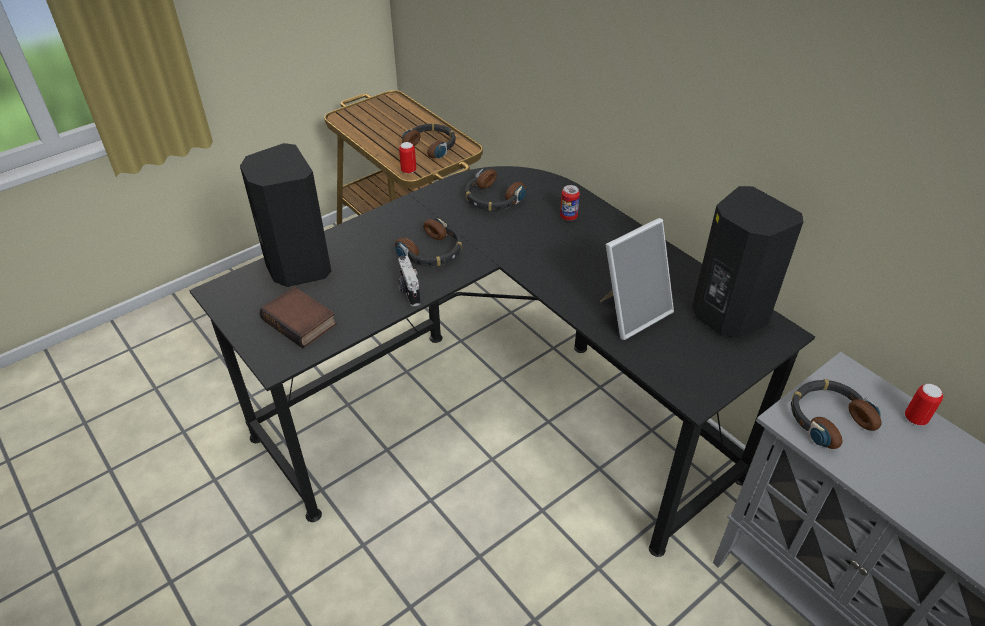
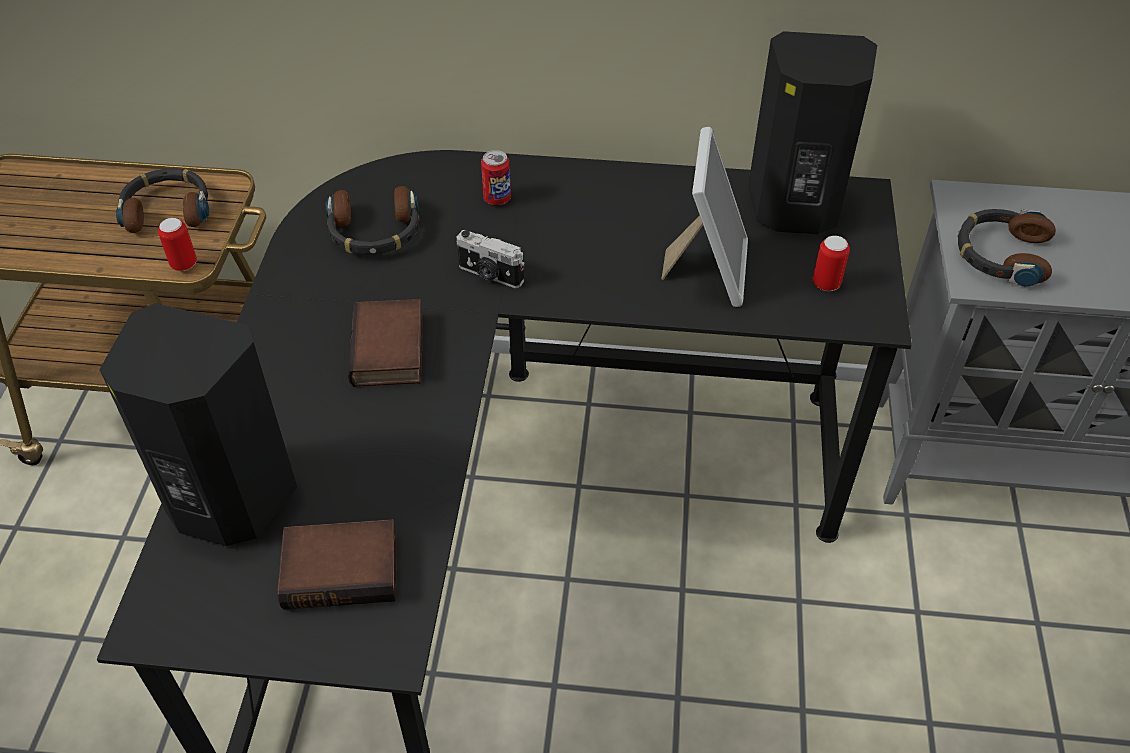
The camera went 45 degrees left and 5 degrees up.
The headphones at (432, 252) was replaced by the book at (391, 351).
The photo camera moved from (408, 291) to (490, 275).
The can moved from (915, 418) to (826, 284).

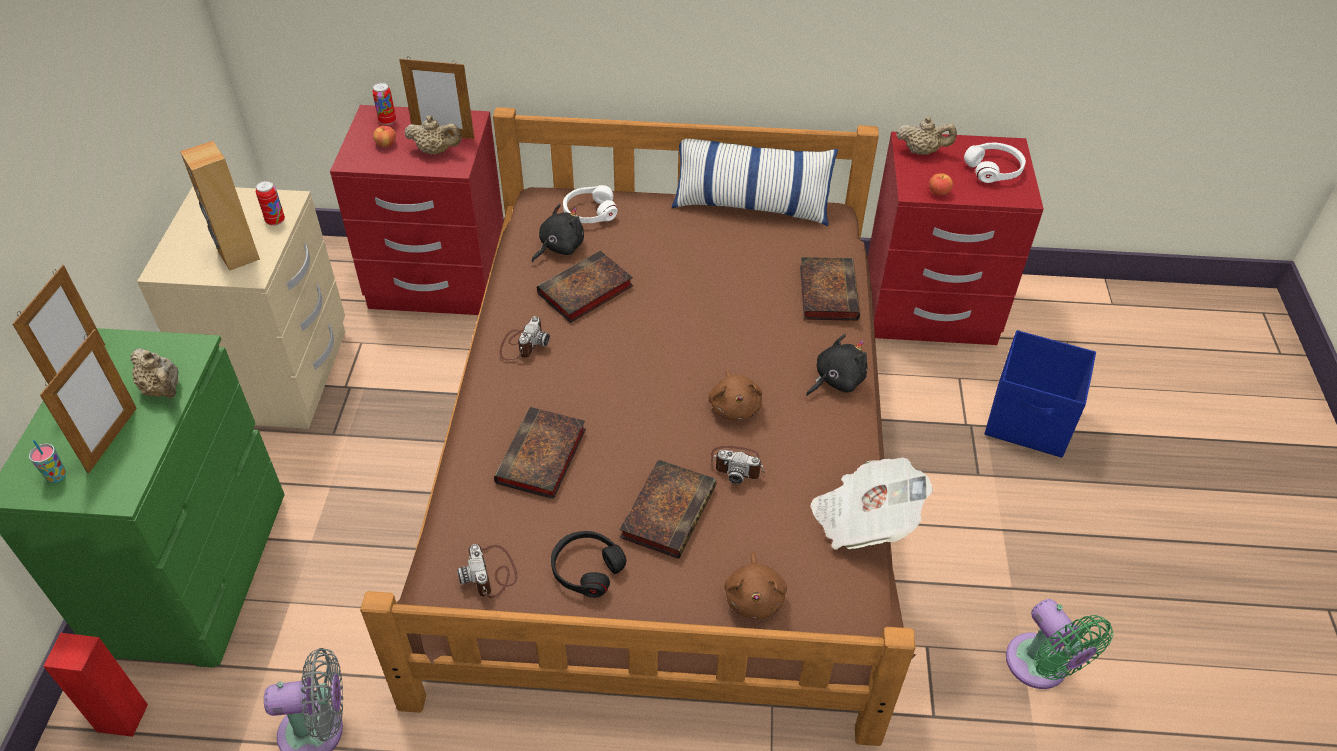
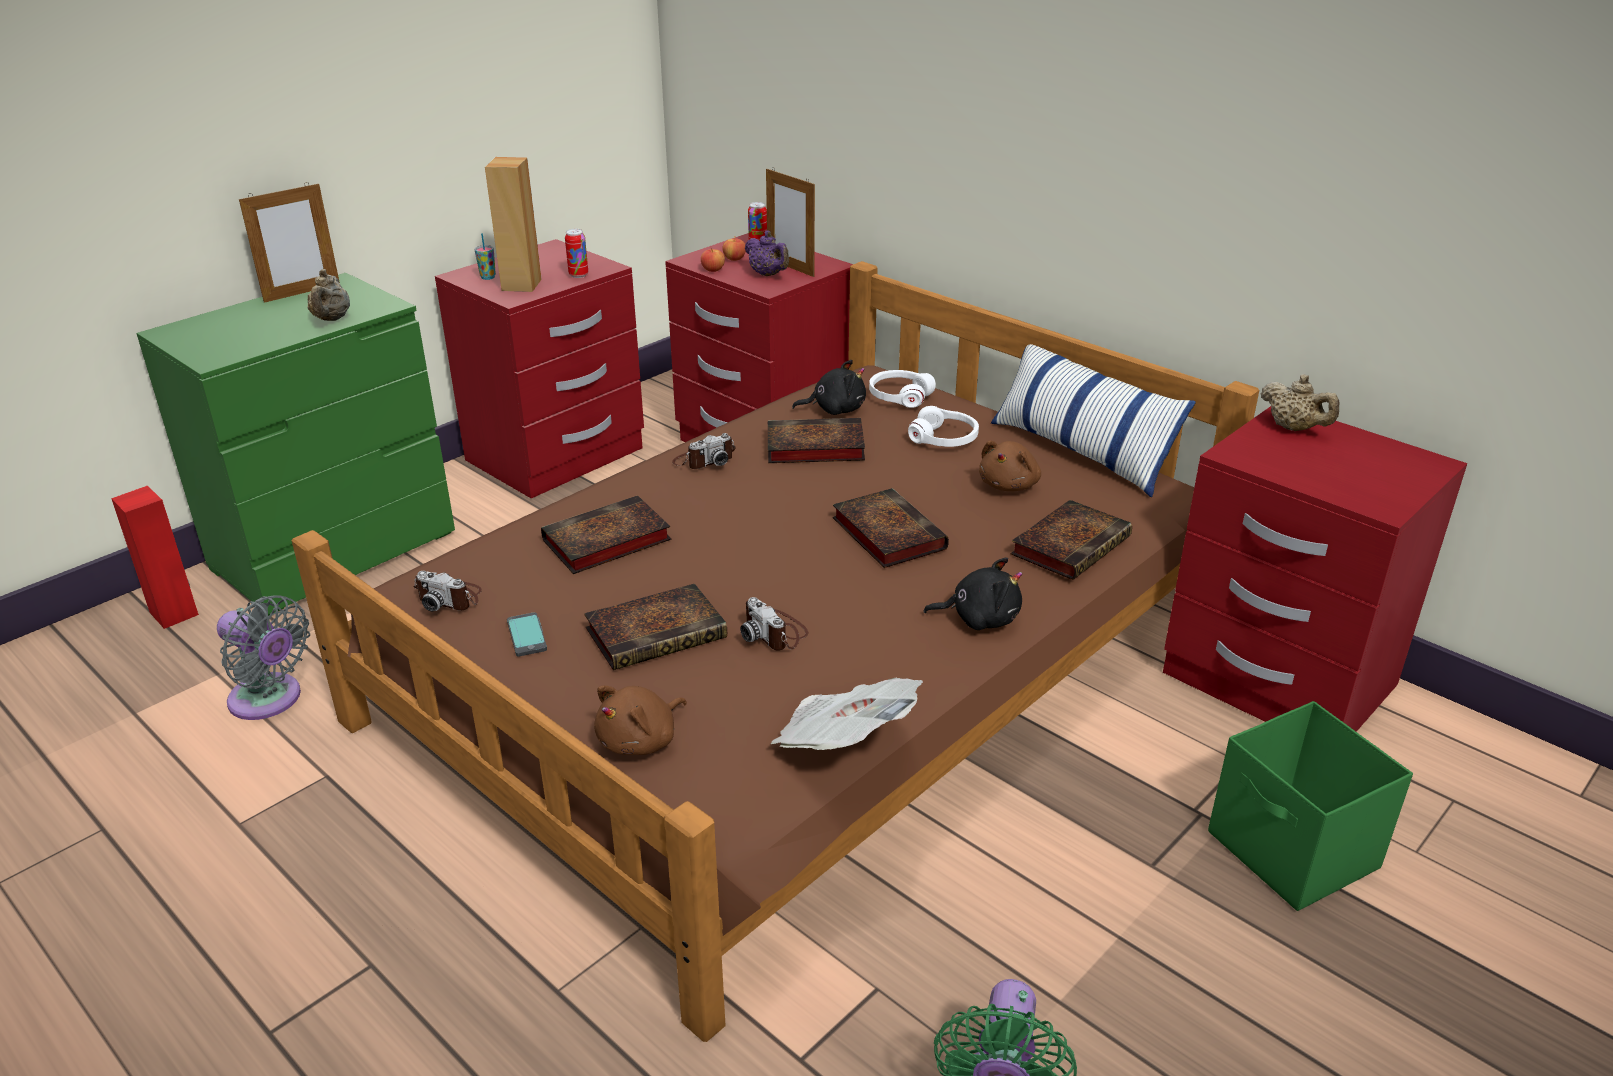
The camera went 40 degrees right and 15 degrees down.
The cup moved from (57, 476) to (488, 277).
The picture frame at (112, 439) disappeared.
The beige nightstand at (280, 376) became the red nightstand at (557, 456).
The beige teapot at (436, 151) became the purple teapot at (768, 274).
The photo camera at (491, 573) turned 90 degrees counterclockwise.
The black headphones at (586, 569) was replaced by the phone at (527, 635).
The brown plush toy moved from (734, 406) to (1010, 485).
The apple moved from (938, 192) to (713, 270).
The white headphones moved from (994, 169) to (944, 438).
The blue storage box at (1030, 422) became the green storage box at (1293, 852).
The book at (886, 533) appeared.

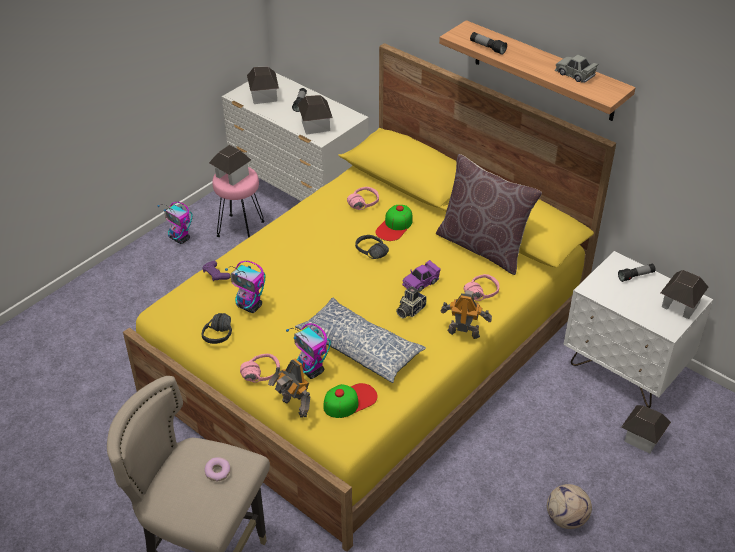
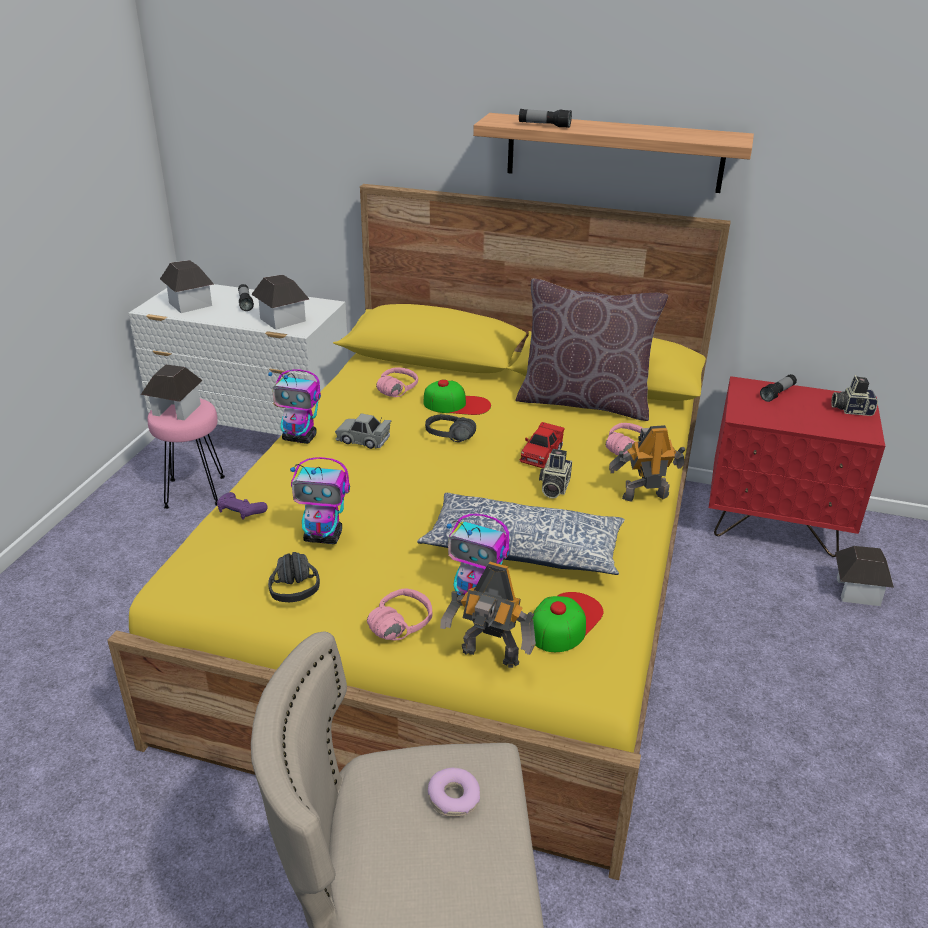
The camera went 25 degrees left and 10 degrees down.
The toy robot moved from (180, 239) to (300, 438).
The cap at (394, 226) turned 90 degrees counterclockwise.
The purple toy car at (421, 282) became the red toy car at (541, 454).
The football at (566, 519) disappeared.
The grey toy car moved from (575, 74) to (363, 440).
The white nightstand at (625, 369) became the red nightstand at (775, 525).
The toy house at (680, 305) was replaced by the photo camera at (851, 409).

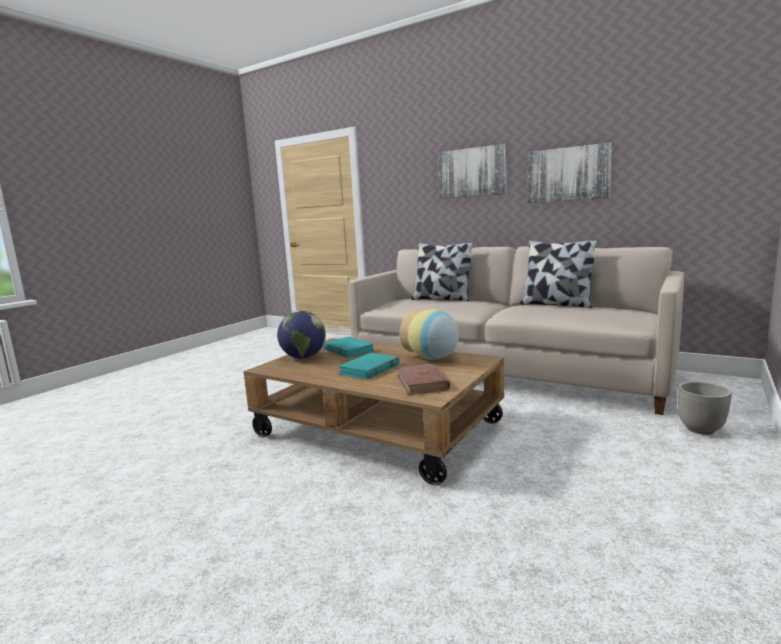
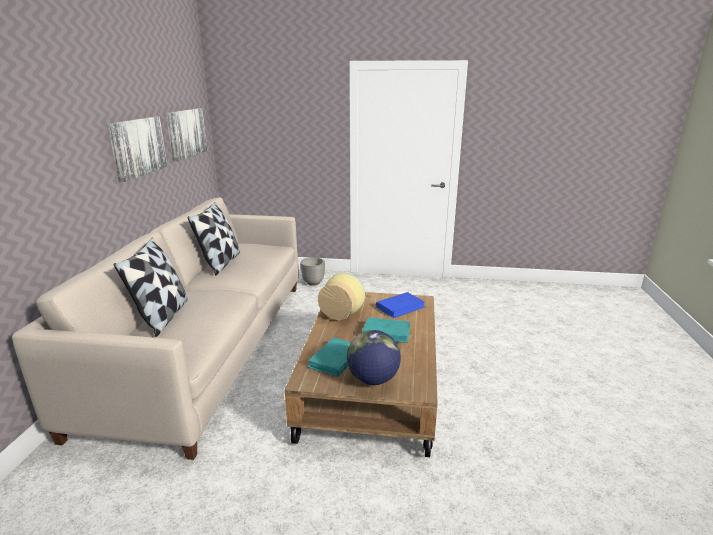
The camera went 115 degrees left and 10 degrees up.
The brown book at (422, 382) became the blue book at (400, 307).
The picture moved from (472, 172) to (186, 133).

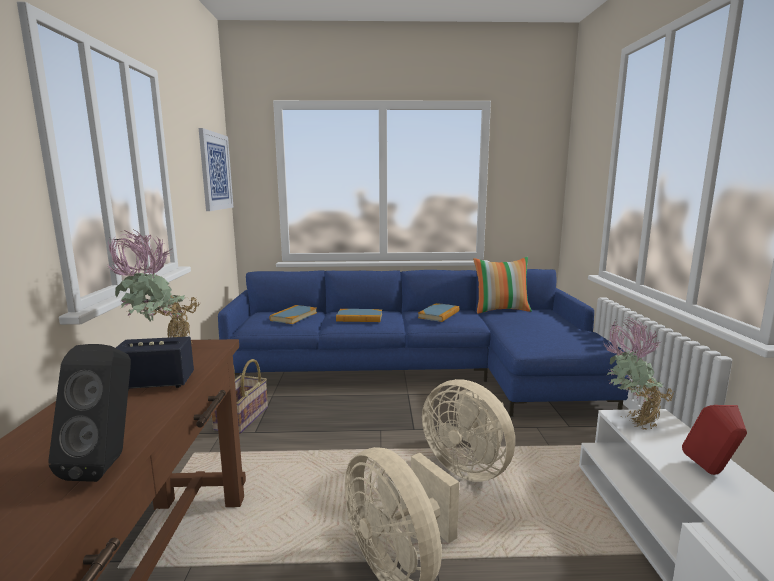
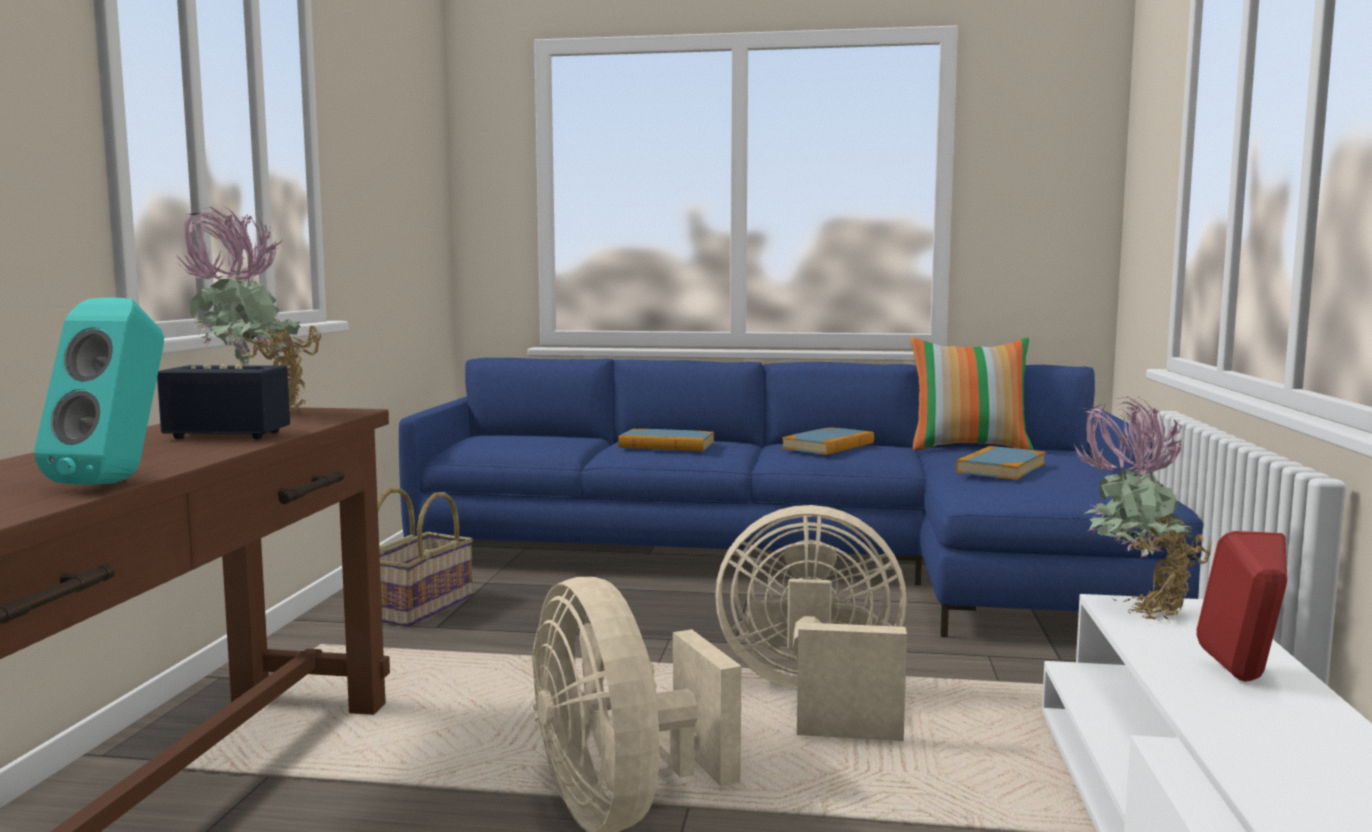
The camera went 10 degrees right and 5 degrees down.
The black speaker at (107, 463) became the turquoise speaker at (117, 481).
The picture at (215, 171) disappeared.
The book moved from (293, 316) to (1000, 468).
The beige fan at (468, 467) turned 135 degrees clockwise.

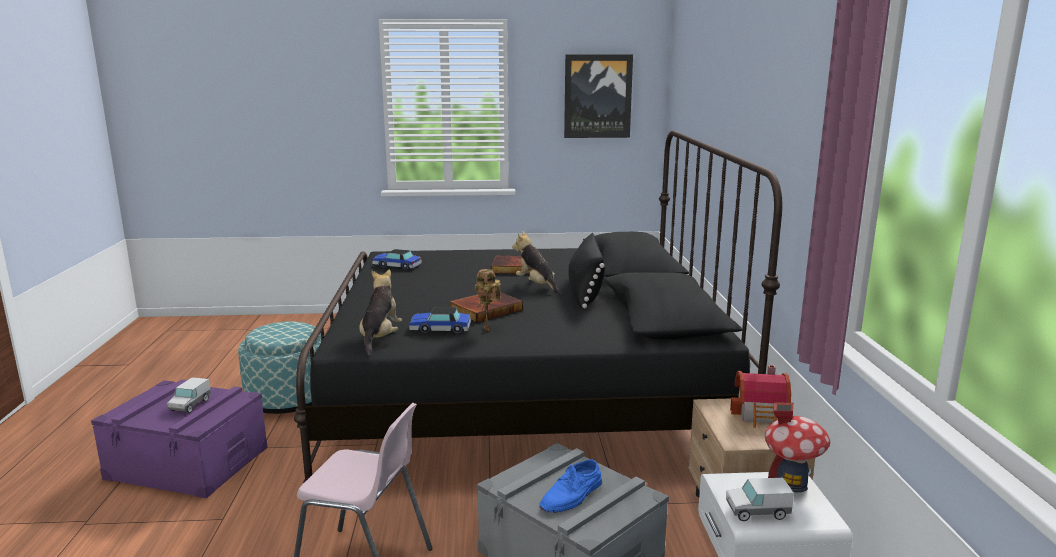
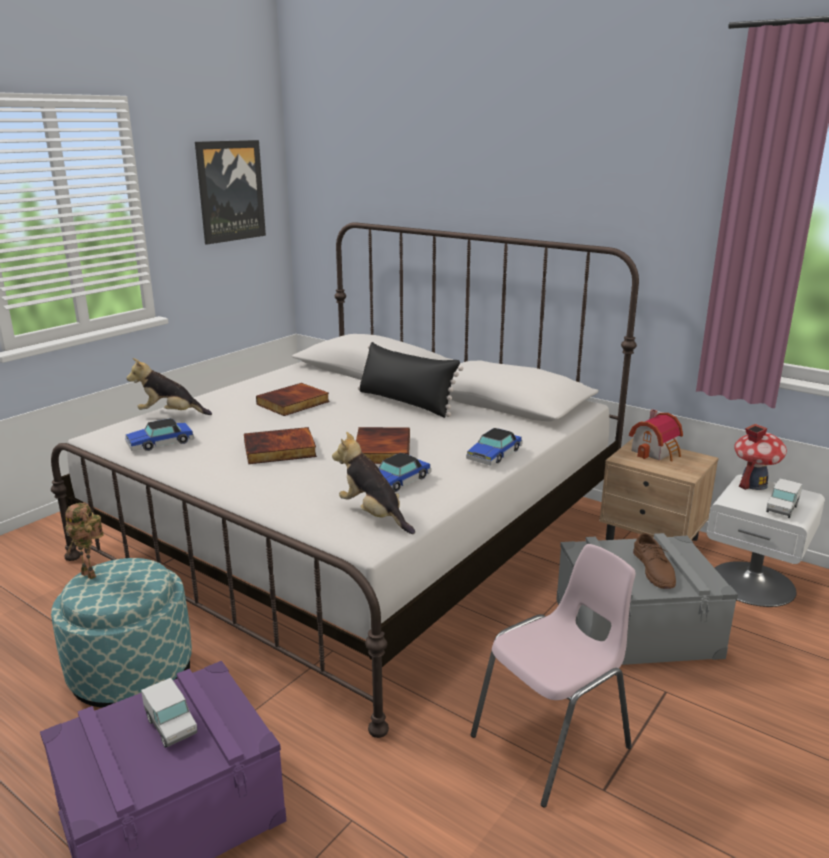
The camera went 50 degrees left and 5 degrees up.
The black bed at (523, 393) became the white bed at (356, 534).
The toy robot moved from (488, 329) to (91, 574).
The plush toy moved from (537, 286) to (170, 414).
The blue shoe at (572, 496) became the brown shoe at (654, 569).
The book at (279, 450) appeared.
The toy car at (494, 454) appeared.

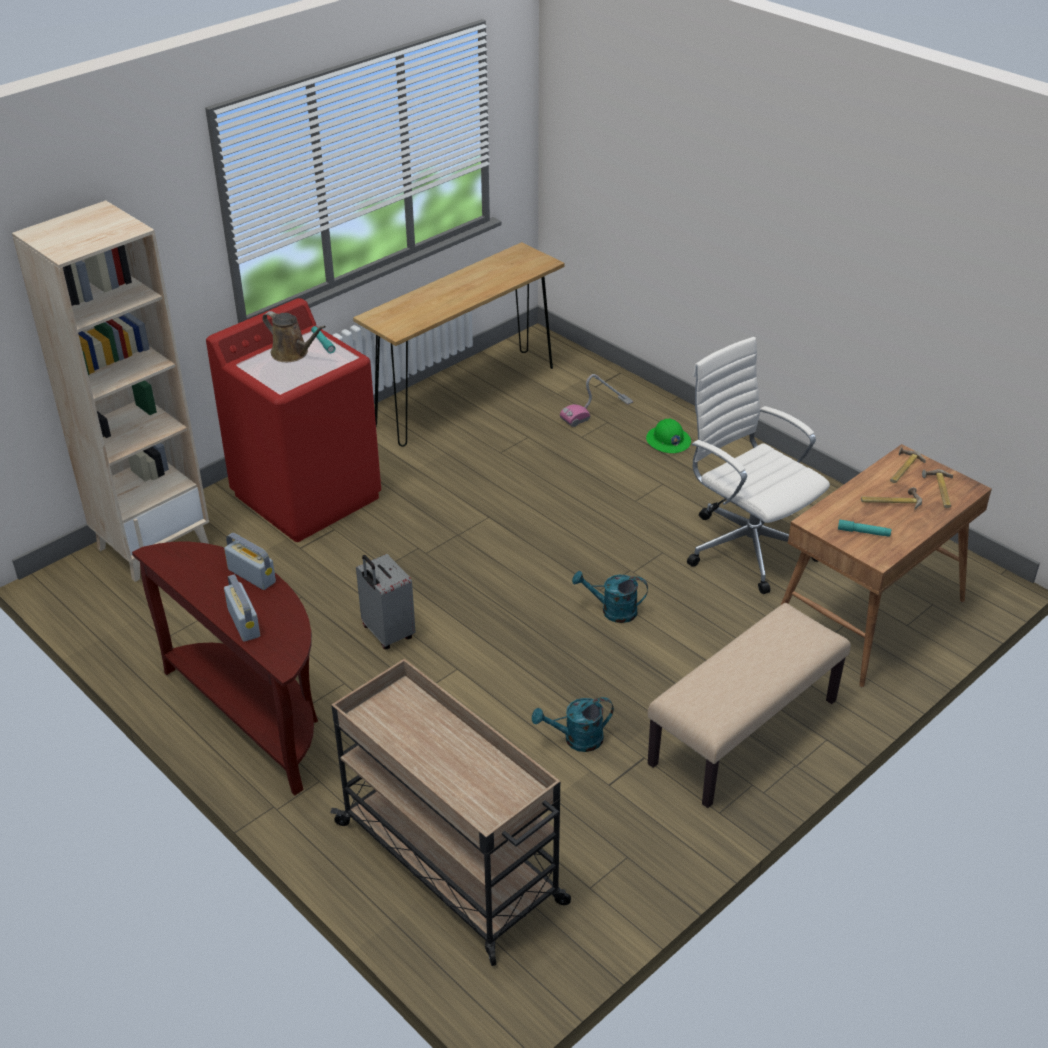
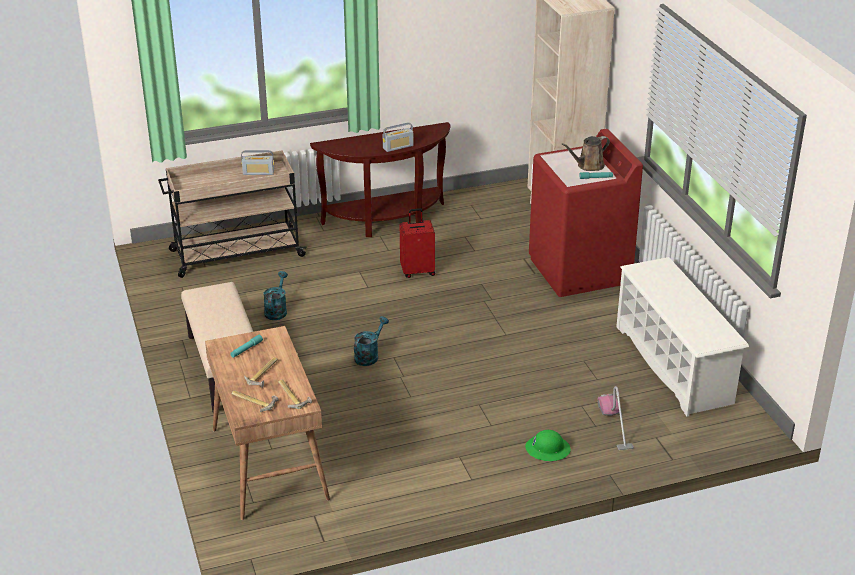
The camera went 115 degrees right and 5 degrees down.
The radio moved from (244, 622) to (258, 172).
The brown console table at (465, 397) was replaced by the white shoe rack at (674, 364).
The grey suitcase at (387, 633) became the red suitcase at (417, 271).
The white office chair at (747, 546) disappeared.

